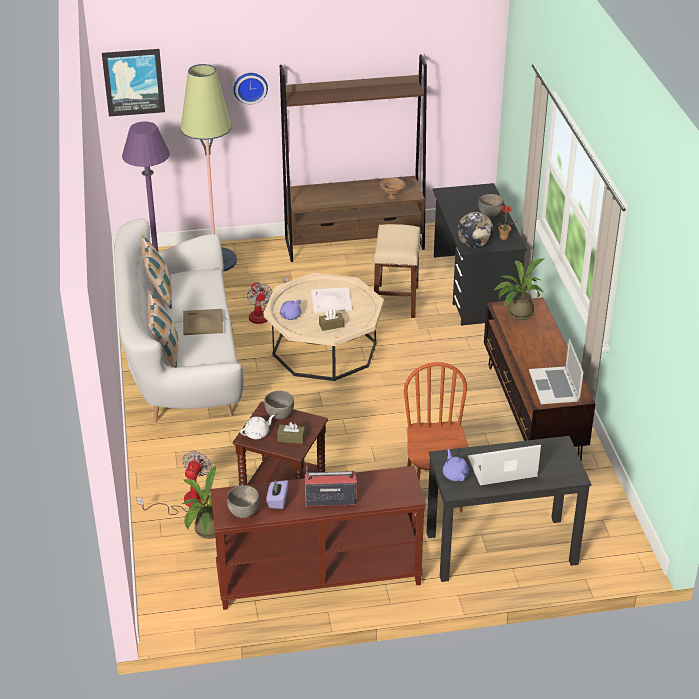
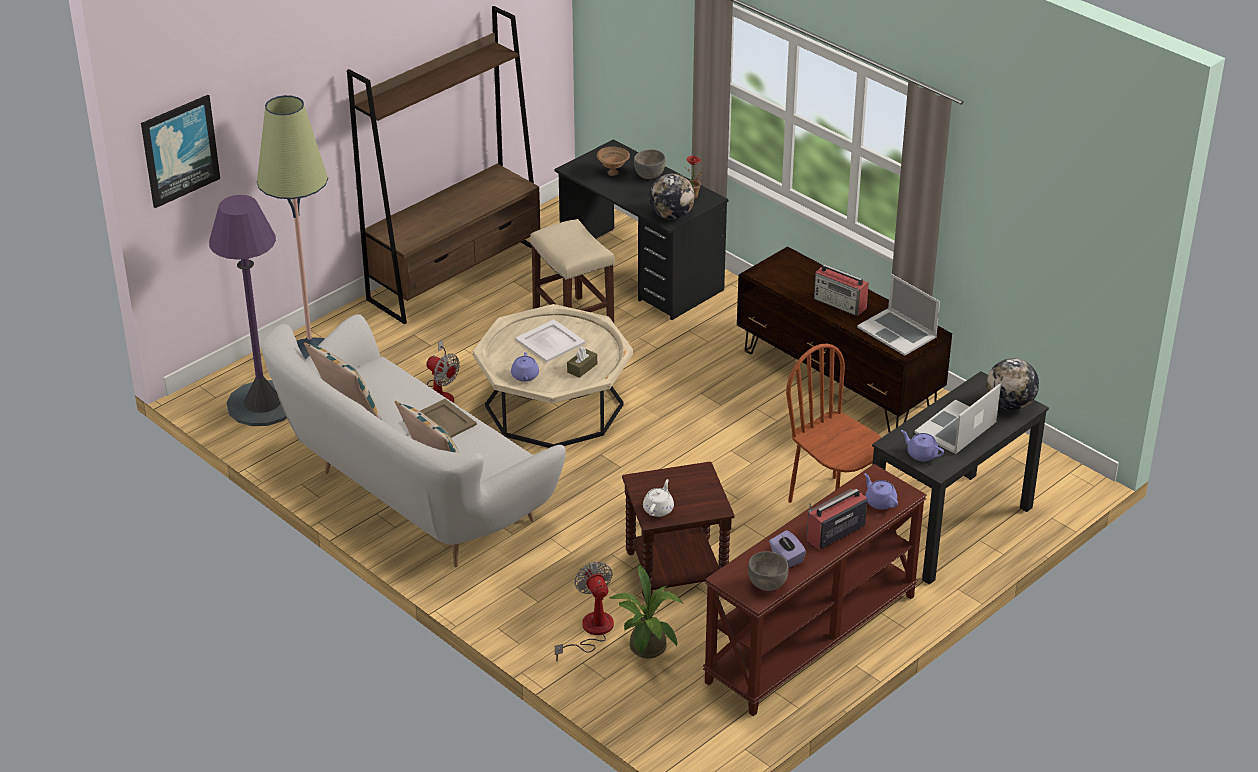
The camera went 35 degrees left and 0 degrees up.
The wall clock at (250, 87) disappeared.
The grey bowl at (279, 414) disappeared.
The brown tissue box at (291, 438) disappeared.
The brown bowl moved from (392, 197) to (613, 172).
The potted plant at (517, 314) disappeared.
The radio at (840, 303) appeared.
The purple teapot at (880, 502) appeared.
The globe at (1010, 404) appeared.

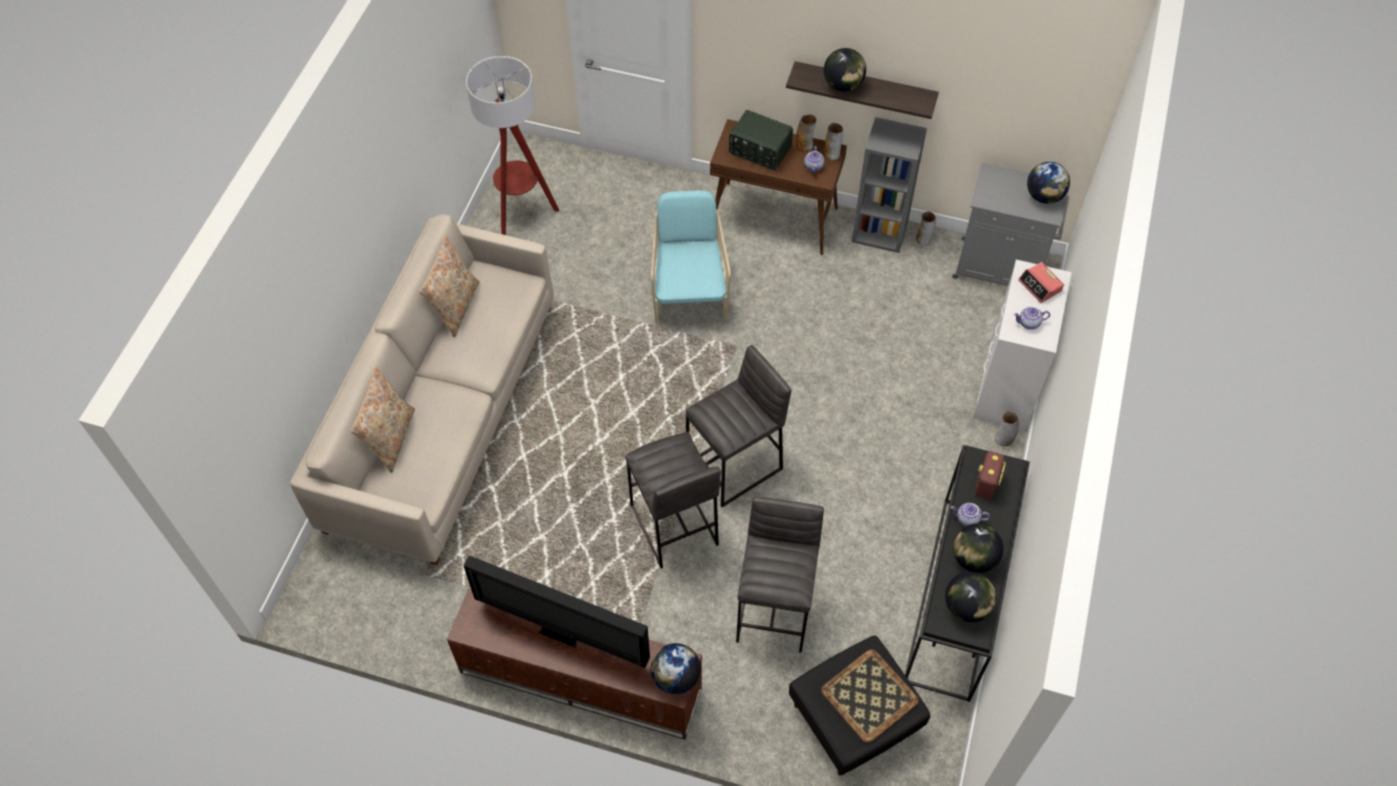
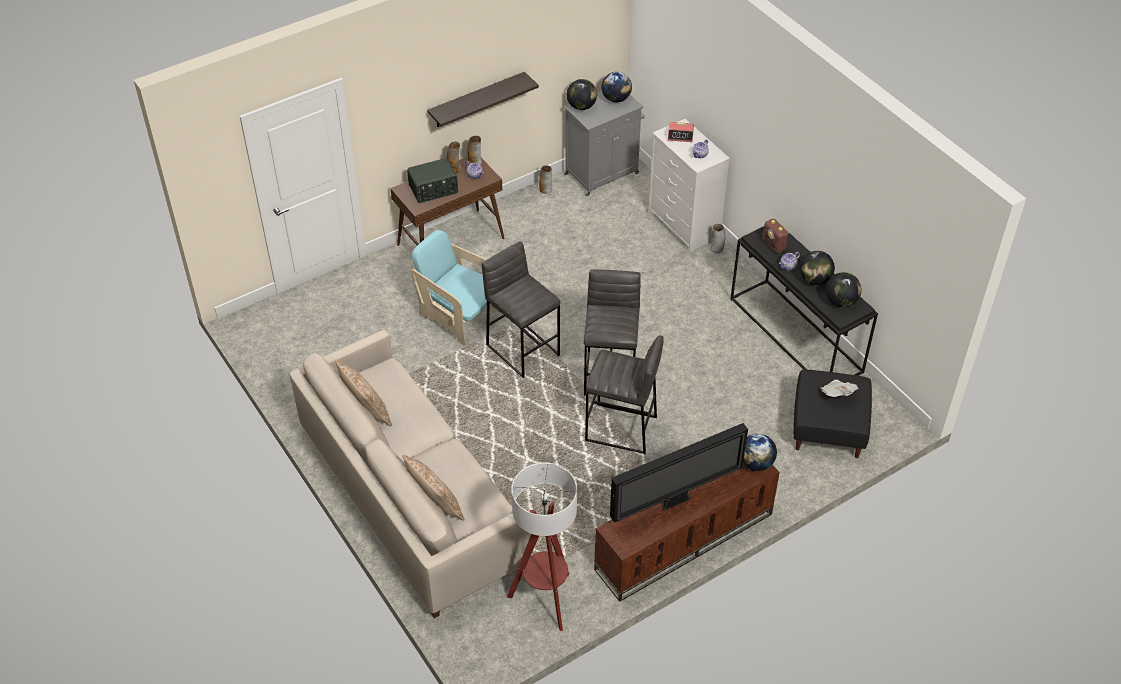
The camera went 50 degrees left and 10 degrees down.
The floor lamp moved from (521, 212) to (545, 600).
The grey stool moved from (775, 609) to (523, 349).
The tray at (869, 694) was replaced by the newspaper at (837, 394).
The globe moved from (843, 85) to (581, 106).
The grey bookcase at (880, 231) disappeared.

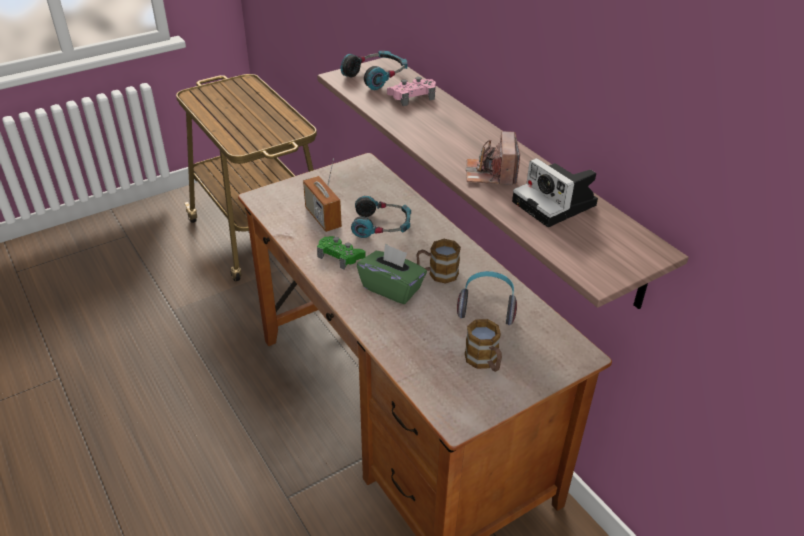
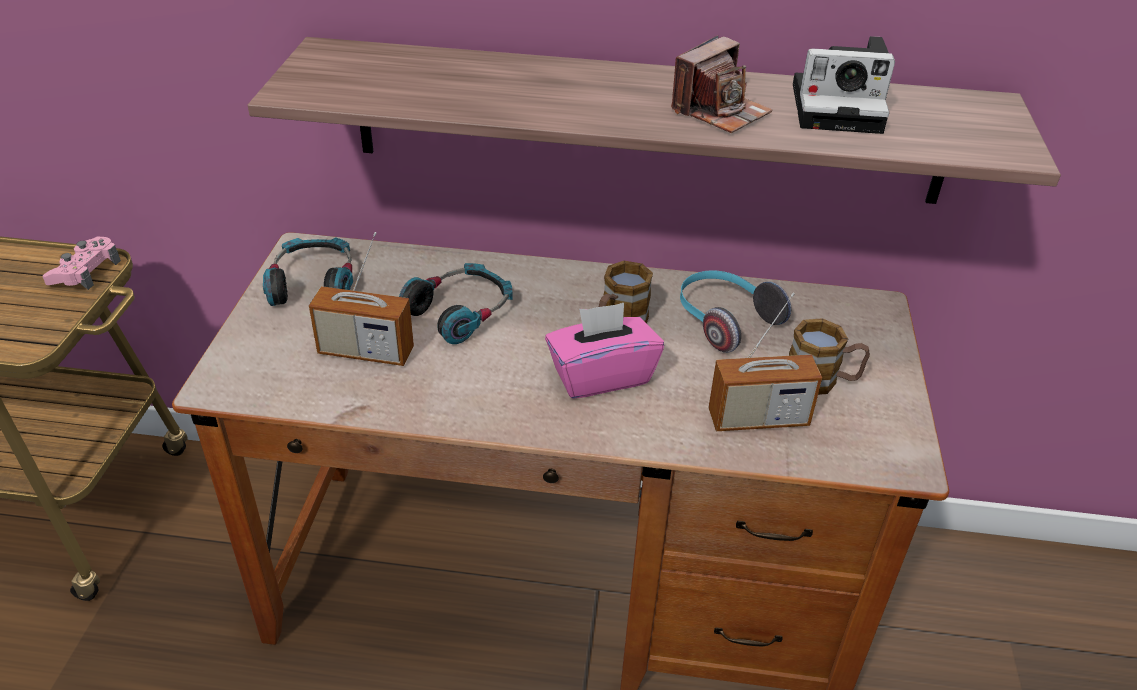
The camera went 50 degrees left and 0 degrees up.
The green game controller at (340, 256) disappeared.
The headphones moved from (376, 76) to (313, 283).
The green tissue box at (392, 288) became the pink tissue box at (601, 375).
The pink game controller moved from (412, 96) to (85, 271).
The photo camera at (491, 174) turned 90 degrees counterclockwise.
The radio at (758, 419) appeared.

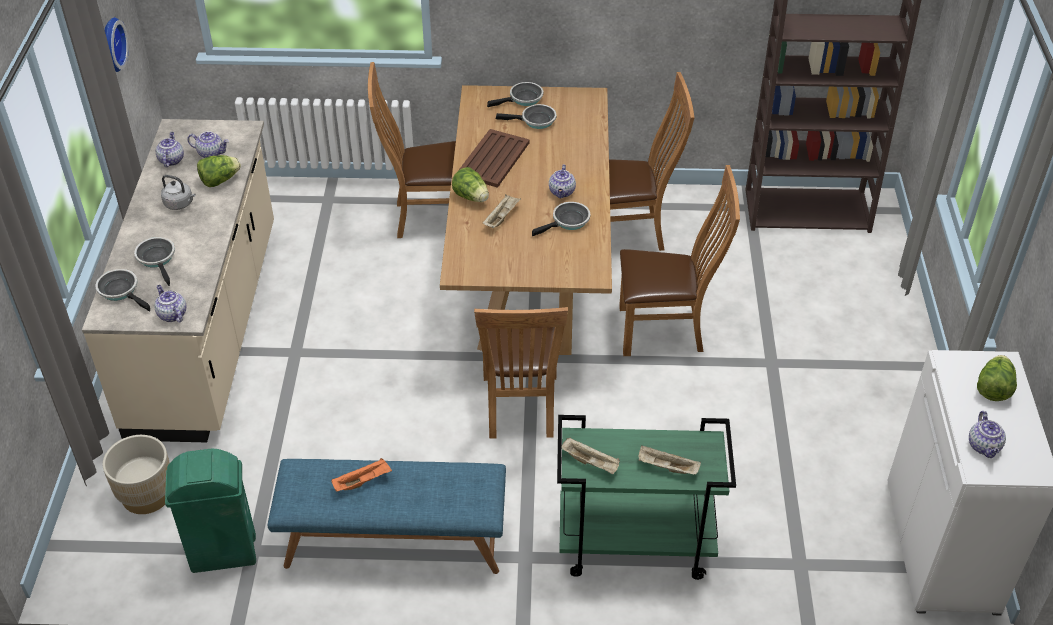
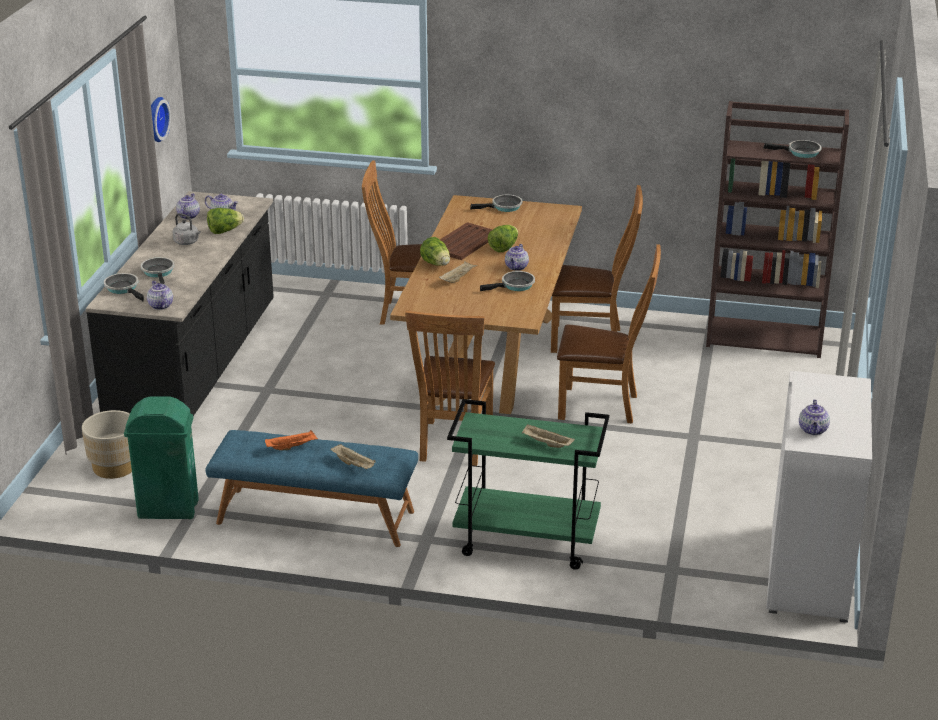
The camera went 10 degrees right and 15 degrees down.
The beige counter at (208, 328) became the black counter at (196, 367).
The frying pan moved from (535, 121) to (801, 152).
The beige tray moved from (591, 462) to (354, 464).
The lettuce moved from (993, 388) to (504, 248).

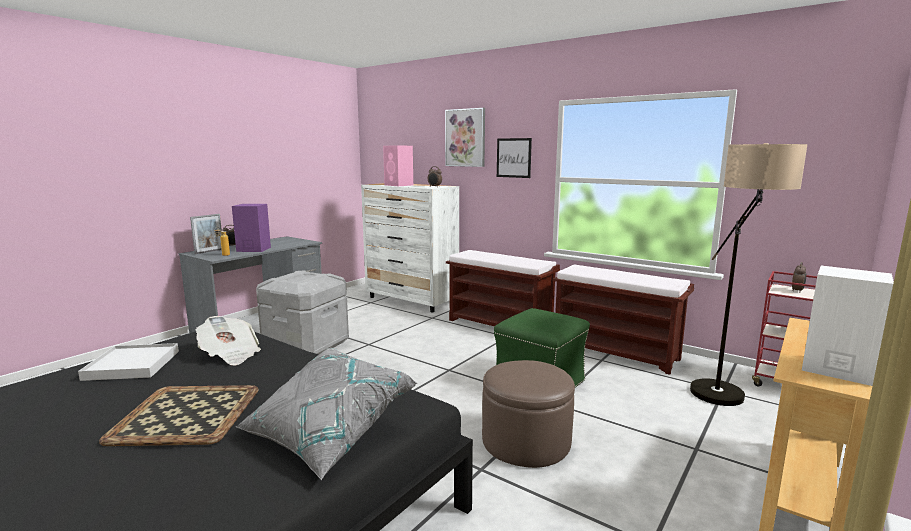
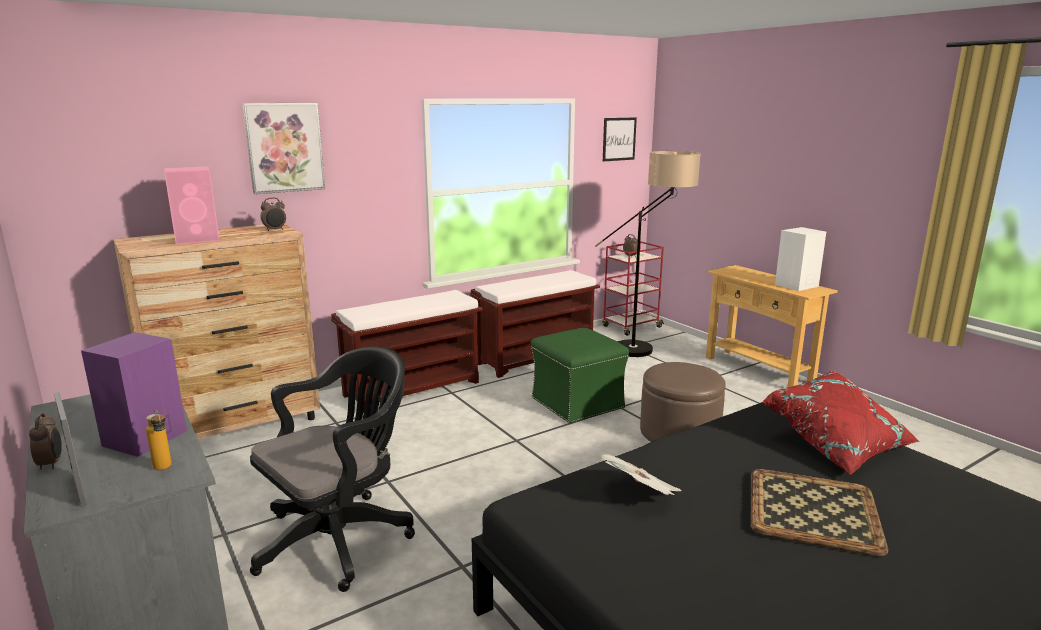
The camera went 70 degrees left and 5 degrees up.
The white tray at (132, 365) disappeared.
The grey pillow at (326, 433) became the red pillow at (837, 444).
The grey storage box at (306, 346) was replaced by the black office chair at (341, 537).
The white dresser at (411, 300) became the brown dresser at (238, 425).
The picture moved from (513, 158) to (619, 139).

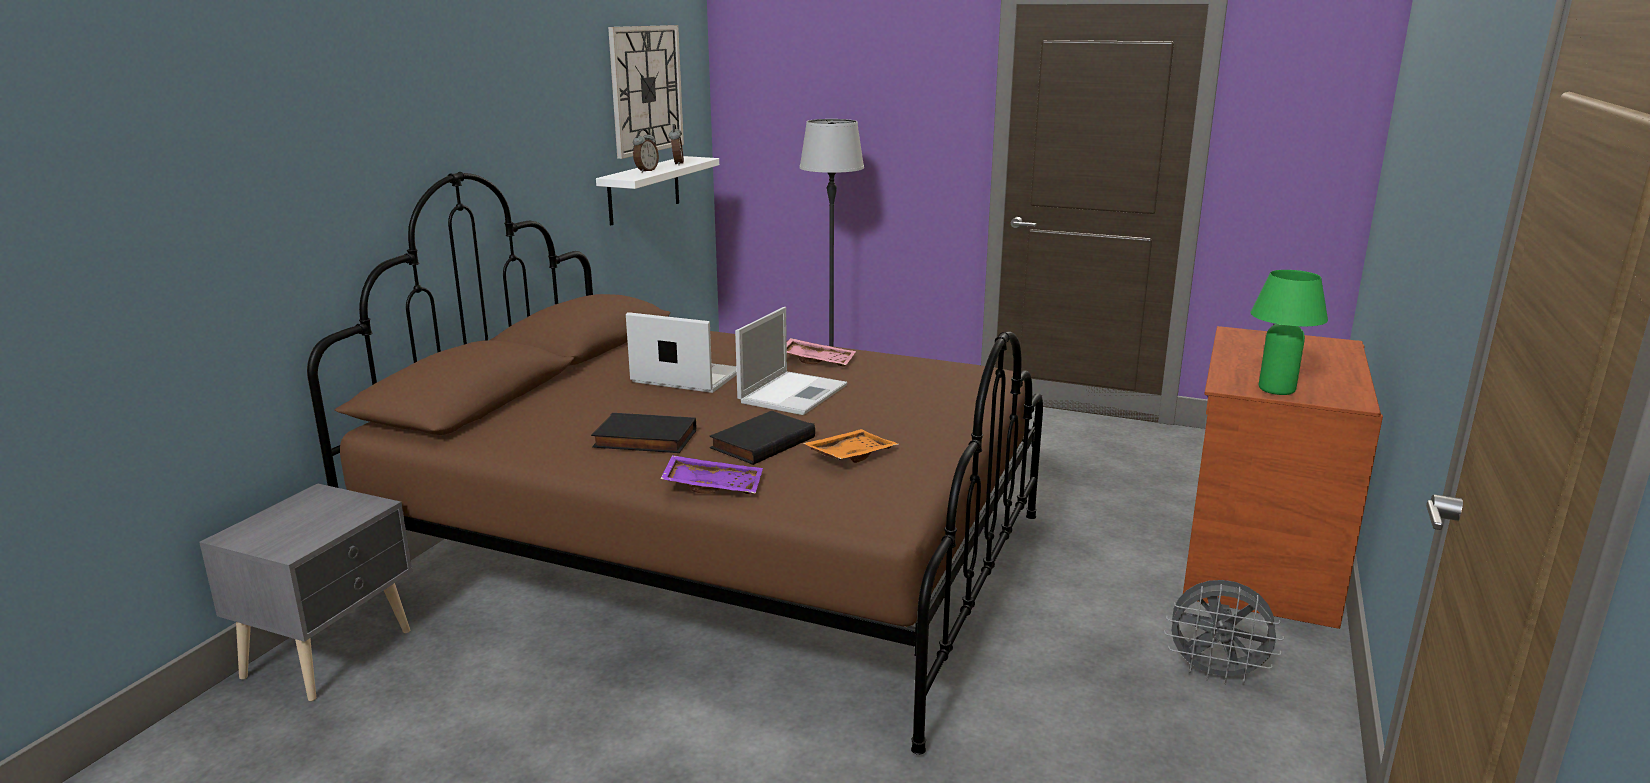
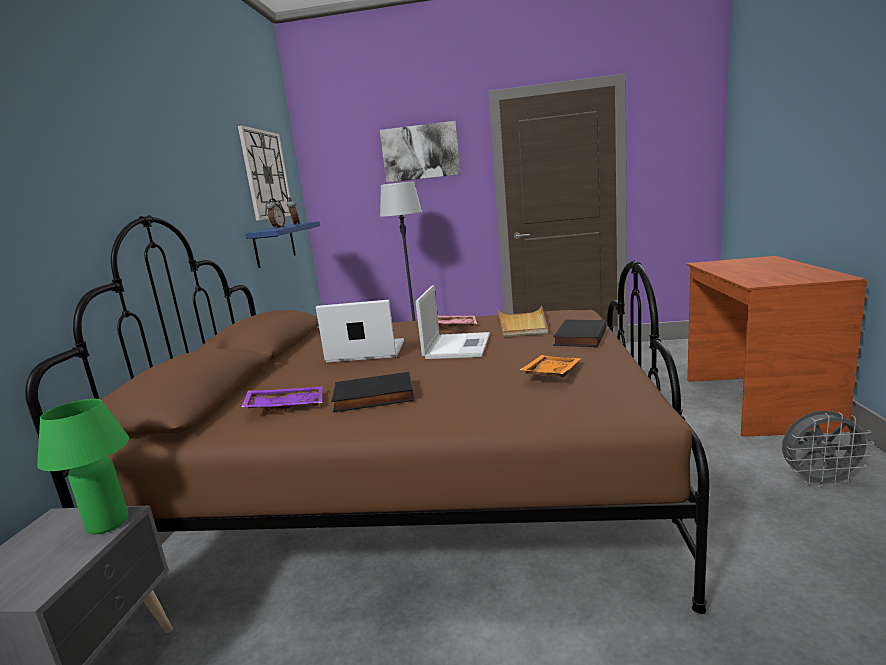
The camera went 15 degrees left and 5 degrees down.
The white shelf at (644, 190) became the blue shelf at (275, 244).
The purple tray moved from (713, 486) to (286, 406).
The black book moved from (761, 442) to (579, 337).
The green table lamp moved from (1276, 389) to (108, 523).
The picture at (420, 152) appeared.
The beige tray at (522, 325) appeared.

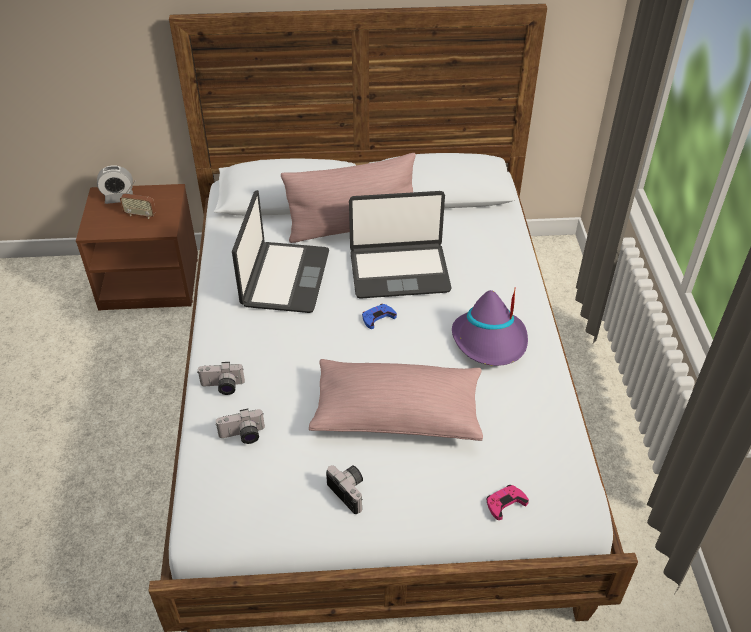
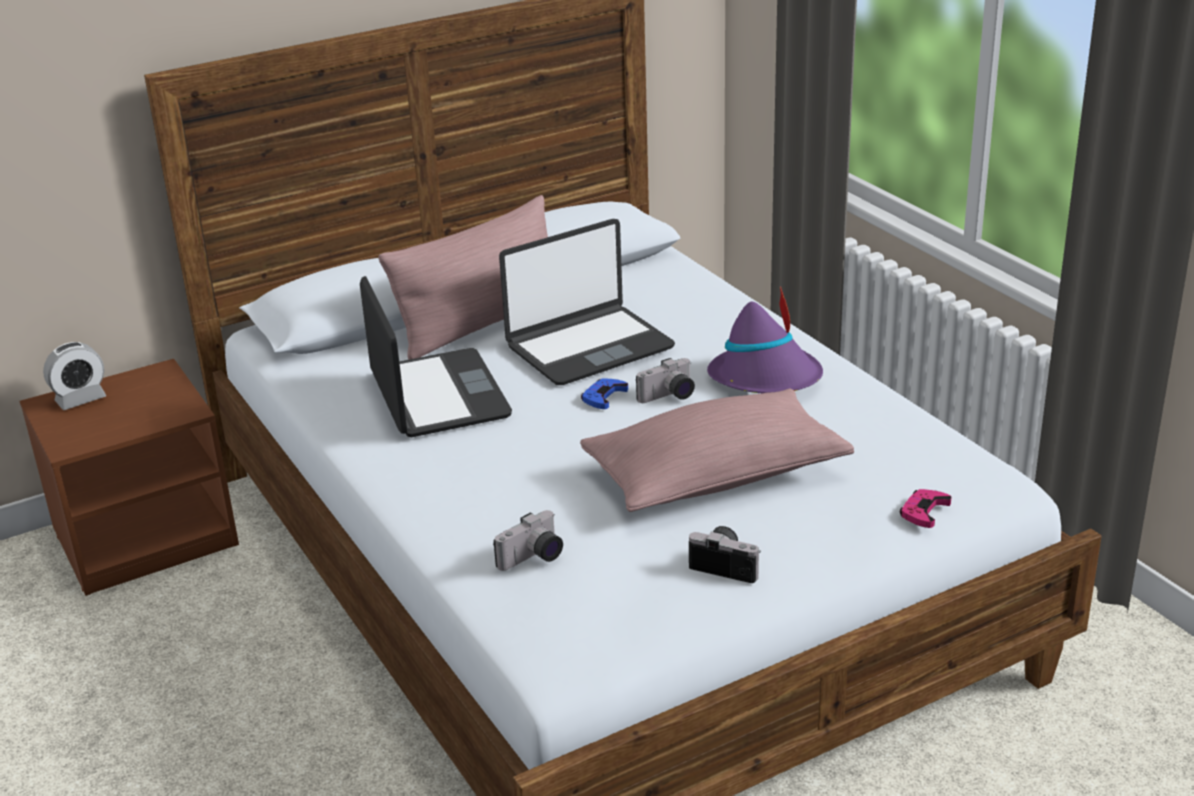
The camera went 25 degrees left and 15 degrees down.
The radio at (140, 215) disappeared.
The photo camera moved from (222, 387) to (669, 397).

